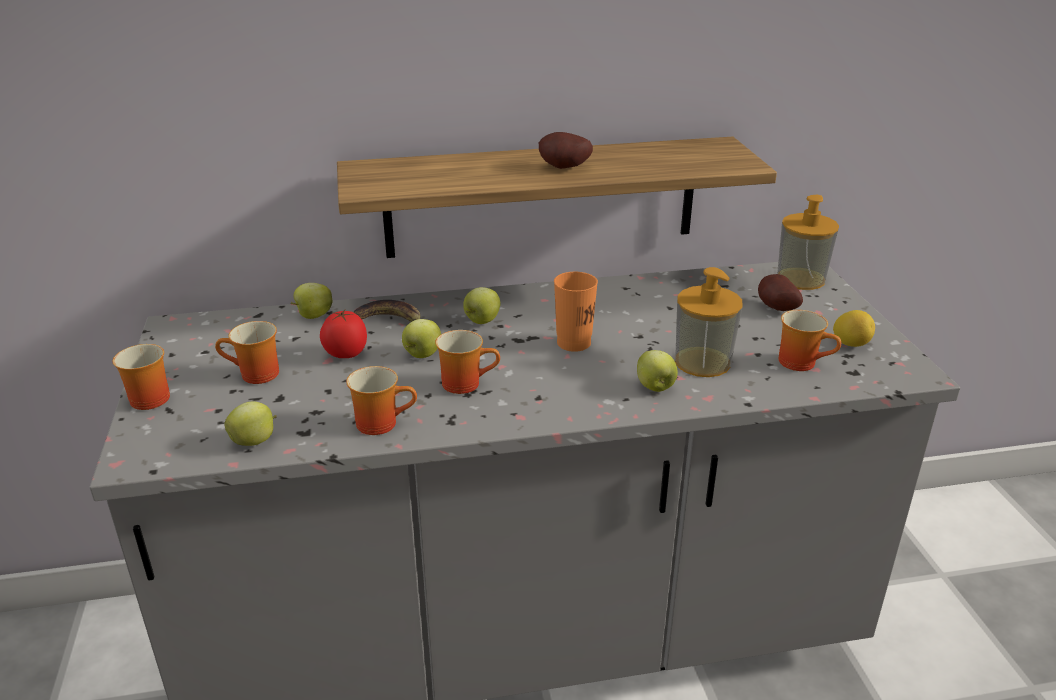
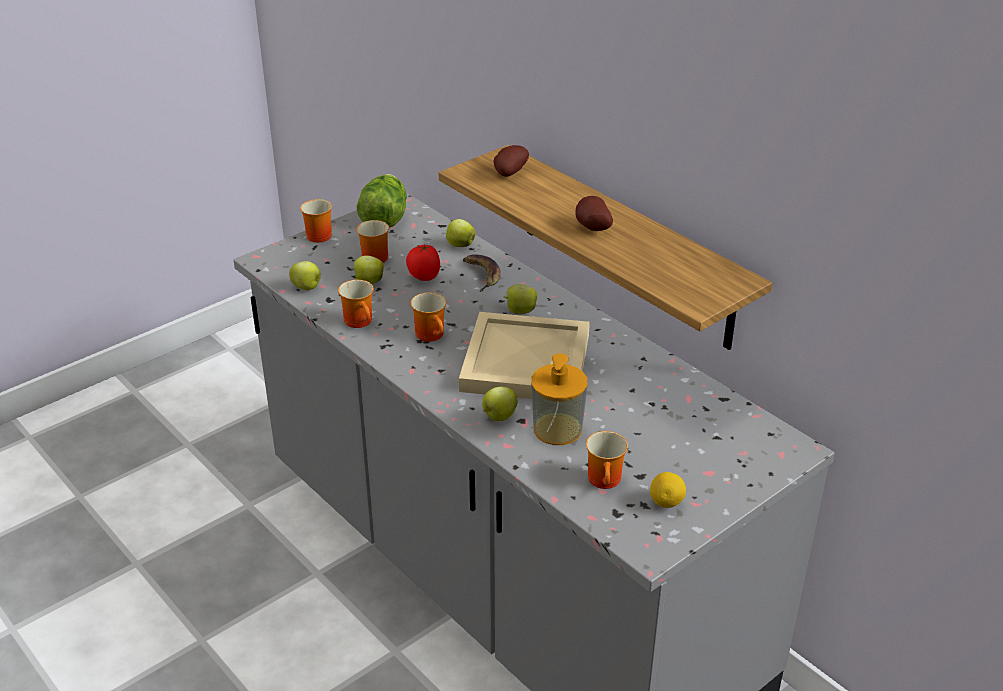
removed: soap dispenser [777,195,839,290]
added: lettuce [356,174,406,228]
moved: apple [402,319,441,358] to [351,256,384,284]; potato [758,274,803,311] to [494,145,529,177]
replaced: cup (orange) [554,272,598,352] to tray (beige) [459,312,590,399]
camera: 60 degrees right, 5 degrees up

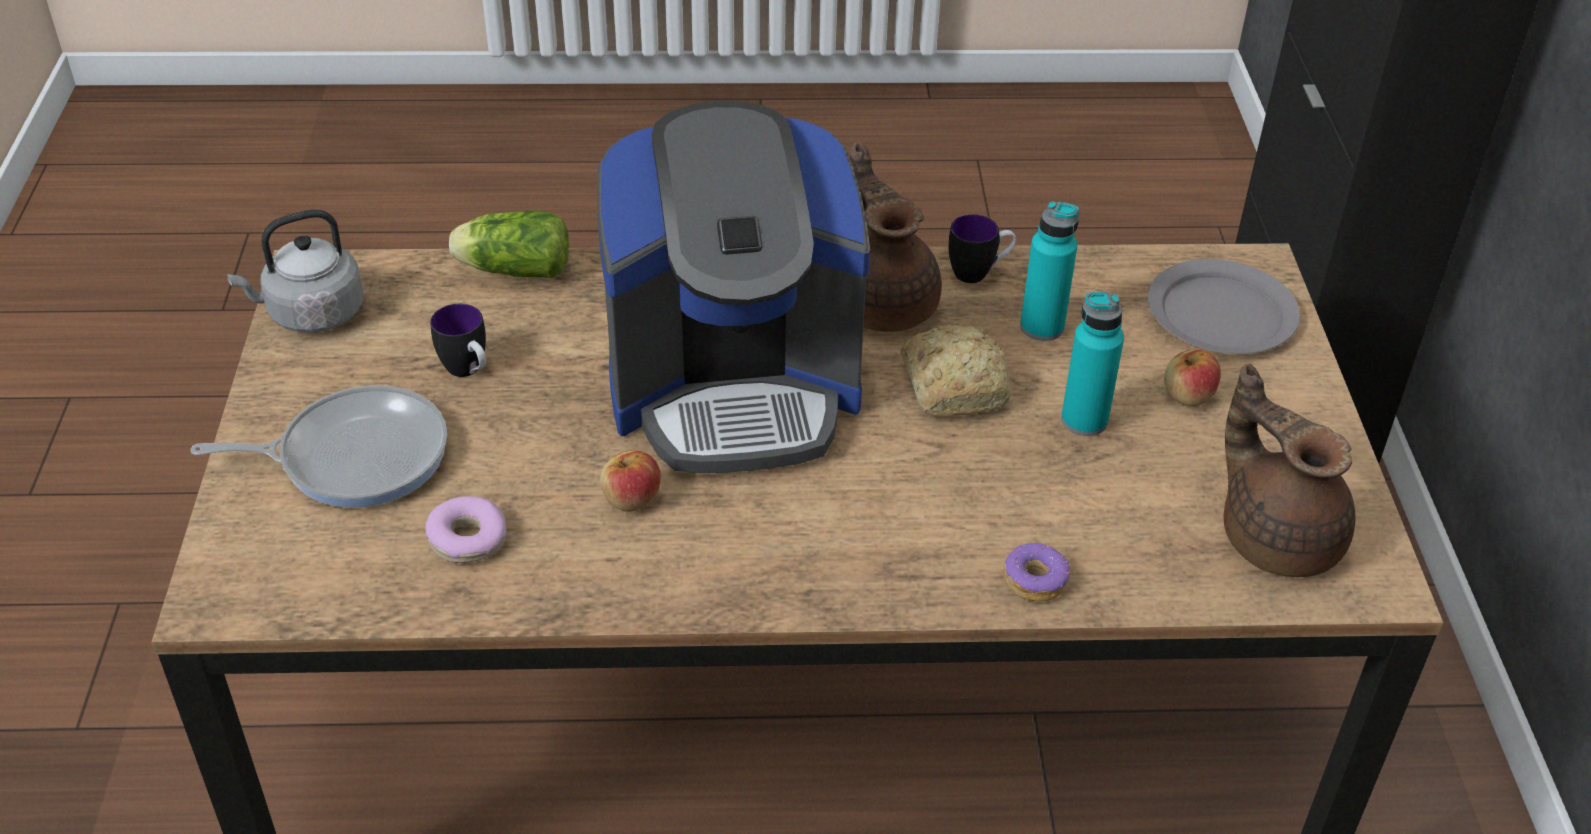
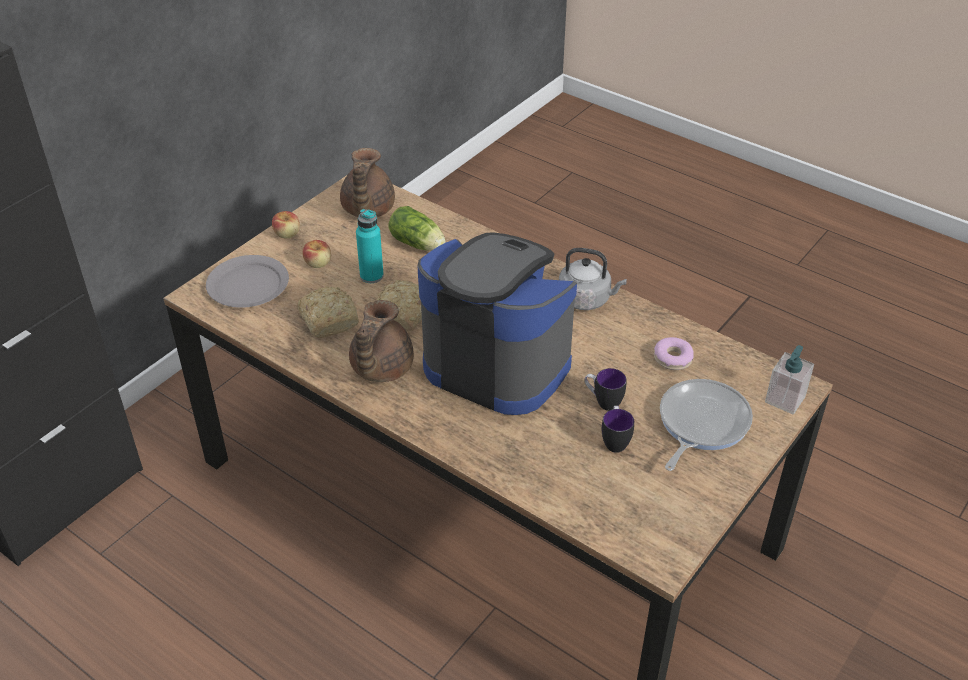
removed: donut [1004,543,1070,601]
added: soap dispenser [765,345,814,415]
moved: kettle (grey) [227,209,364,333] to [559,248,627,310]; lettuce [449,210,569,278] to [389,206,445,251]; apple [600,450,661,512] to [272,211,300,238]; mug [948,214,1016,283] to [584,368,627,411]
replaced: bottle (turquoise) [1020,201,1079,341] to bread [296,286,359,338]
turned: frying pan [190,385,447,508] = [660,379,753,471] 90 degrees clockwise
camera: 140 degrees left, 0 degrees up

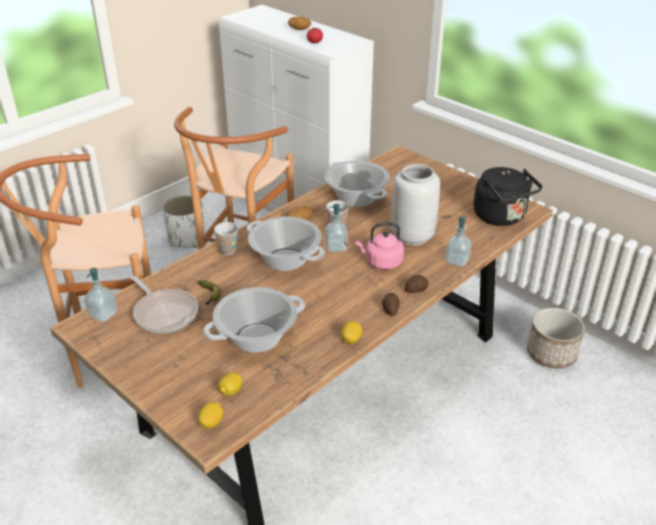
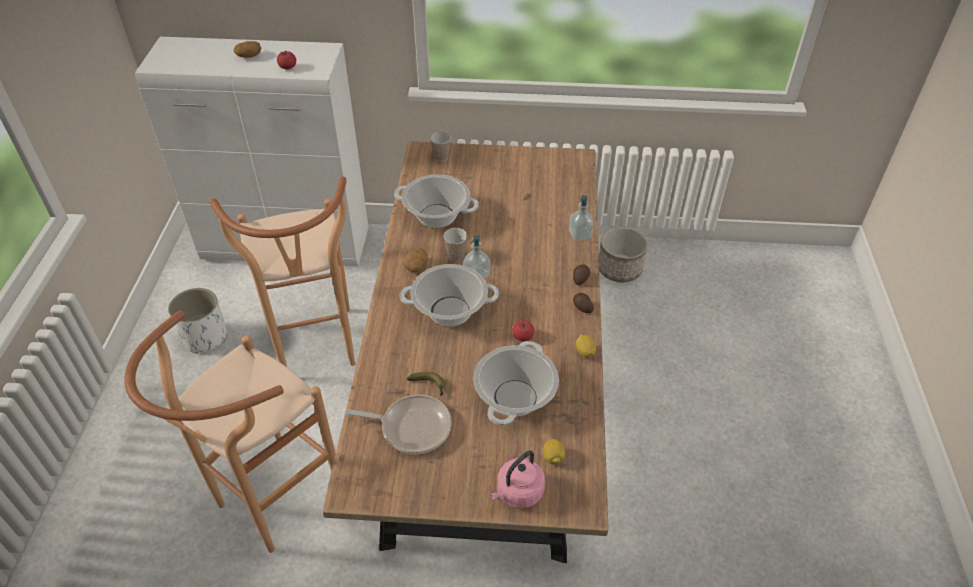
removed: soap dispenser [84,268,118,322]; lemon [198,402,223,429]; vase (grey) [391,164,440,246]; kettle (black) [473,167,542,226]
added: tomato [512,320,535,341]
moved: cup [214,222,238,256] to [430,131,451,161]; kettle (pink) [355,222,404,270] to [490,450,545,508]
camera: 40 degrees left, 10 degrees up

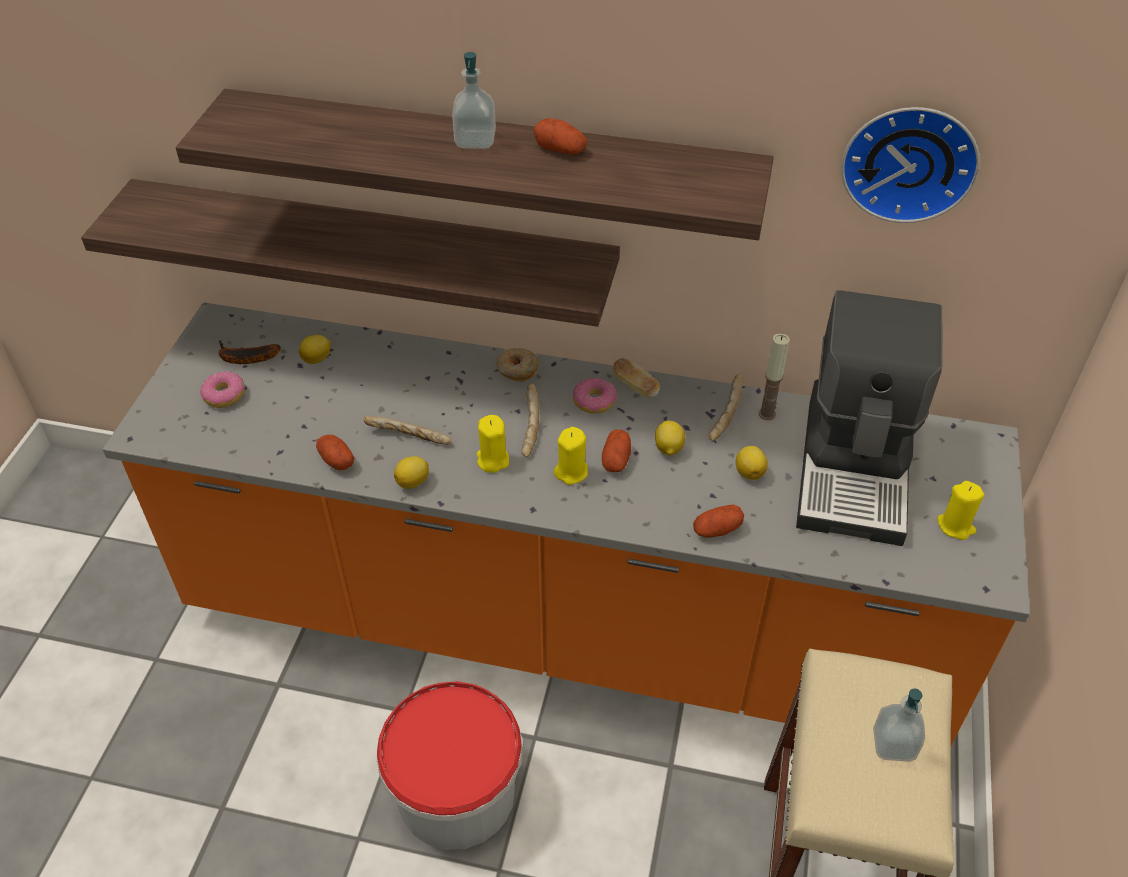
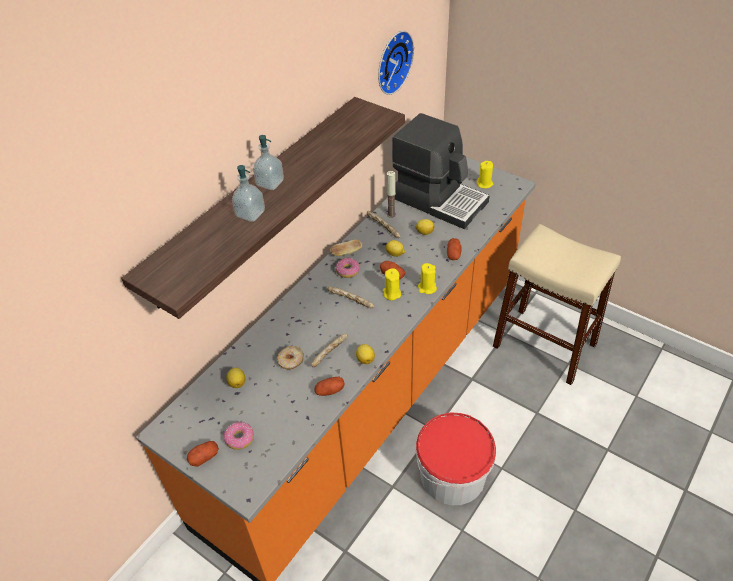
removed: shelf [81,179,620,327]; banana [219,341,281,364]
moved: candle (yellow) [477,415,509,473] to [418,263,437,294]; donut [497,348,539,382] to [277,346,304,369]; potato [534,118,587,155] to [187,441,219,467]; soap dispenser [873,689,925,762] to [232,165,265,222]
camera: 65 degrees left, 0 degrees up

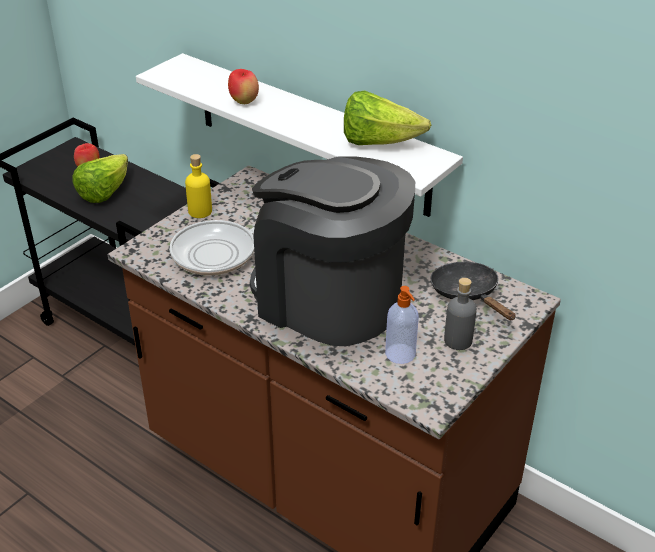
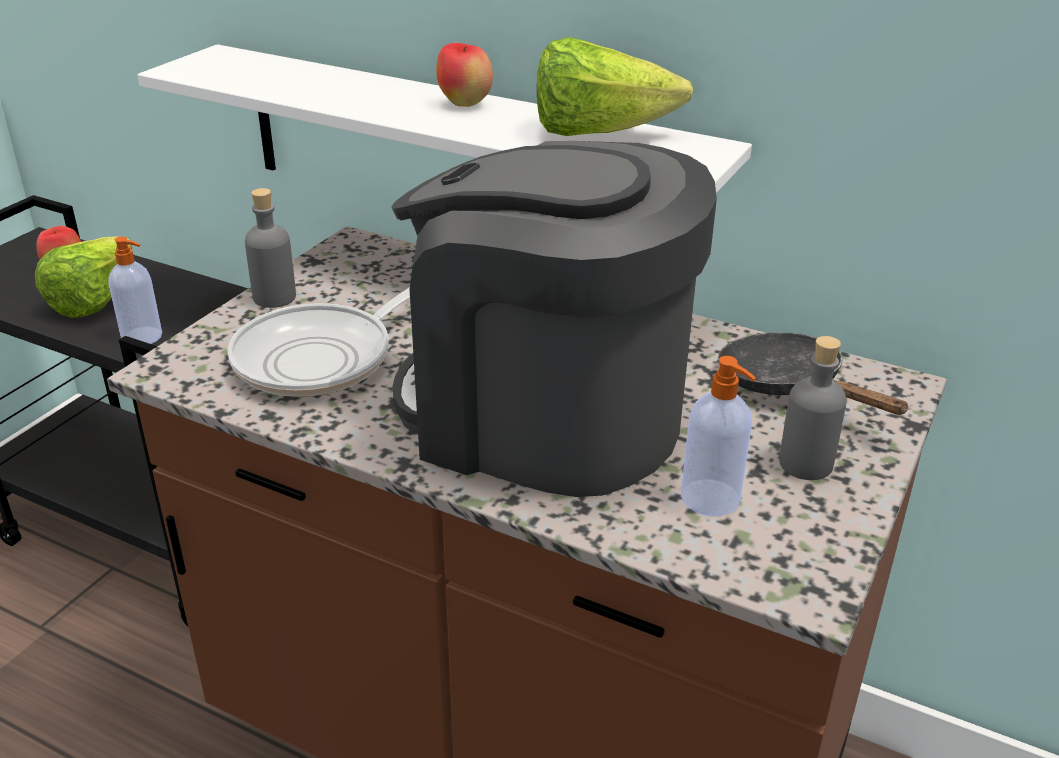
added: soap dispenser [108,237,162,344]
moved: apple [228,69,259,104] to [436,43,493,107]
recoloured: bottle (yellow) [185,154,212,218] to bottle (grey) [245,188,296,308]
camera: 10 degrees left, 5 degrees down

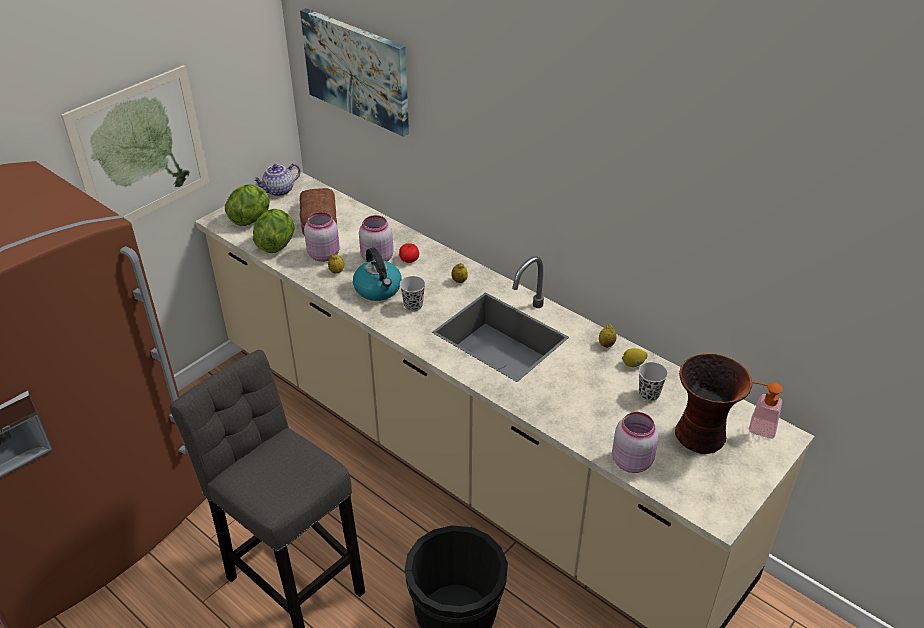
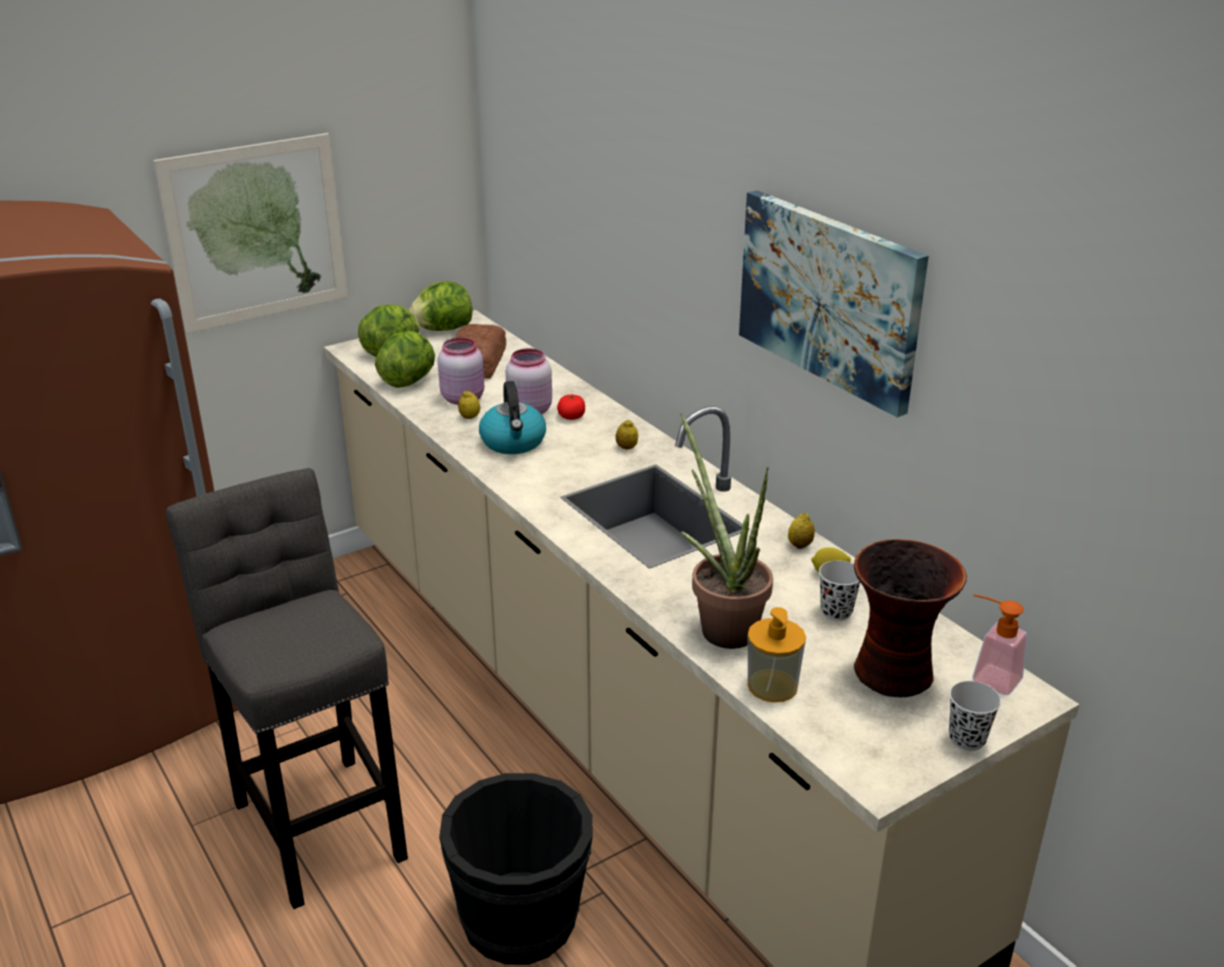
added: potted plant [680,413,773,649]
moved: picture [300,8,409,137] to [739,190,929,417]; cup (black) [400,276,425,312] to [949,681,1001,751]
replaced: teapot [253,163,301,196] to lettuce [409,281,472,331]; jar (pink) [612,412,659,473] to soap dispenser [748,607,806,702]
camera: 15 degrees right, 10 degrees down

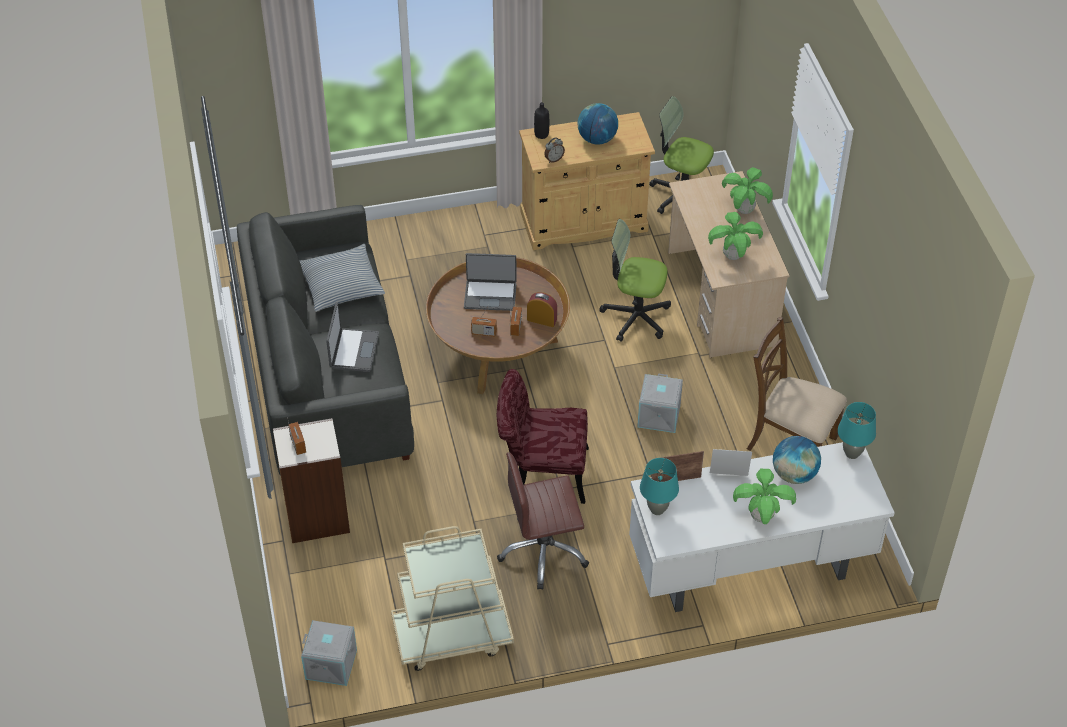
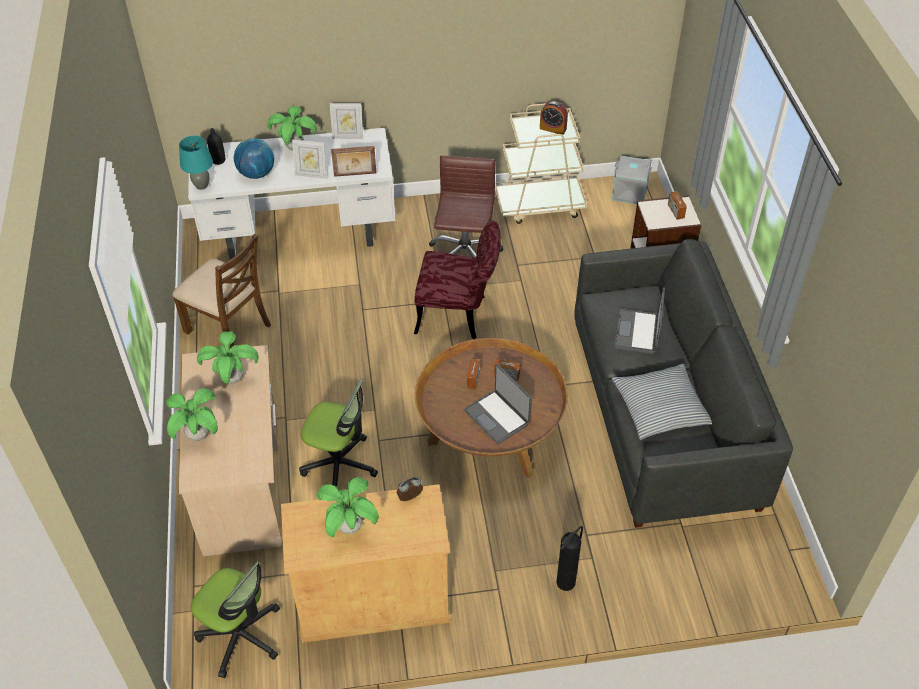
removed: storage box (grey) [637,373,683,433]; table lamp (turquoise) [640,458,679,515]
added: picture frame [330,103,363,139]; fire extinguisher [557,526,583,591]
moved: alarm clock [527,292,557,327] to [540,101,568,135]; bottle (black) [534,102,549,139] to [207,128,225,165]
replaced: globe [578,103,618,144] to potted plant [316,477,379,537]
turned: laptop [464,253,517,311] = [464,364,532,444] 135 degrees counterclockwise; office chair (brown) [497,452,589,590] = [429,156,503,257] 75 degrees counterclockwise
camera: 175 degrees left, 0 degrees up

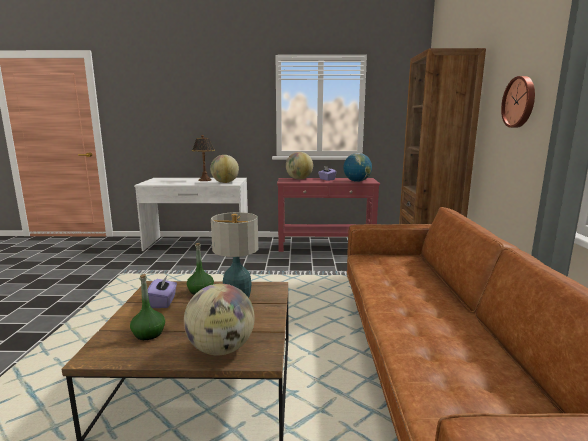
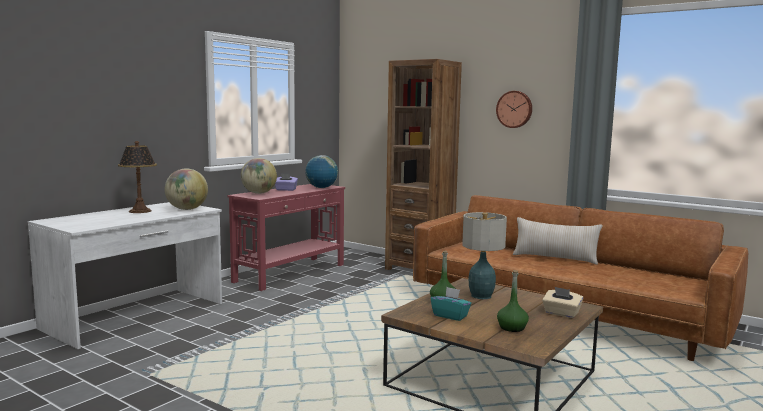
added: pillow (beige) [513,217,602,265]
replaced: globe [184,284,255,355] to tissue box (beige) [542,287,583,318]
recoloured: tissue box (purple) [147,276,177,308] to tissue box (turquoise) [431,287,471,321]
camera: 55 degrees left, 5 degrees down

